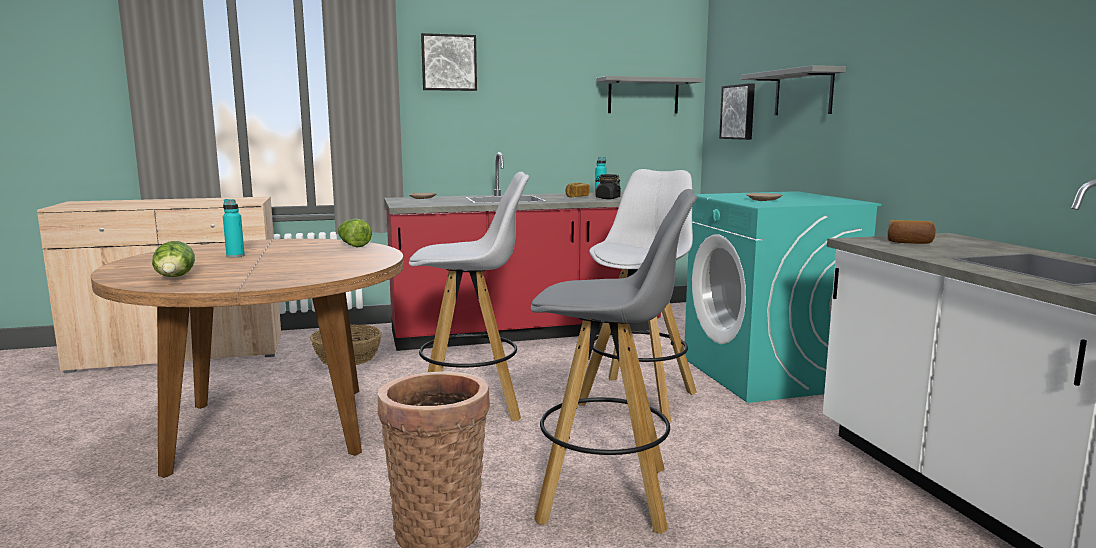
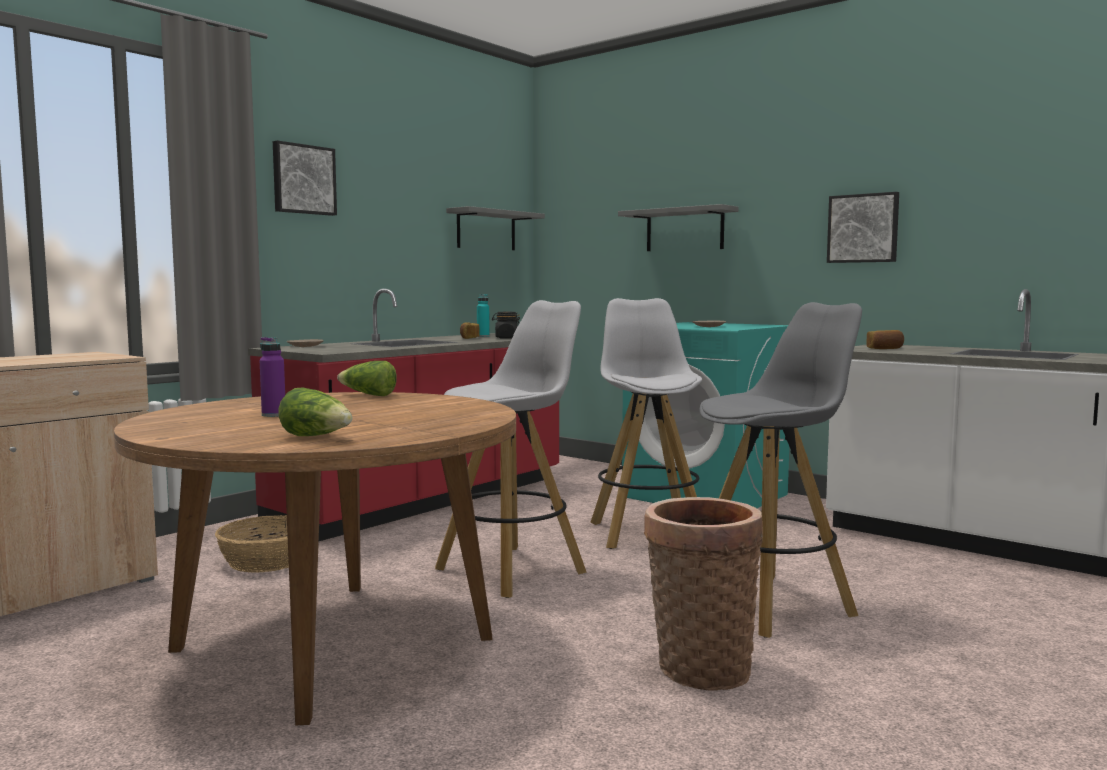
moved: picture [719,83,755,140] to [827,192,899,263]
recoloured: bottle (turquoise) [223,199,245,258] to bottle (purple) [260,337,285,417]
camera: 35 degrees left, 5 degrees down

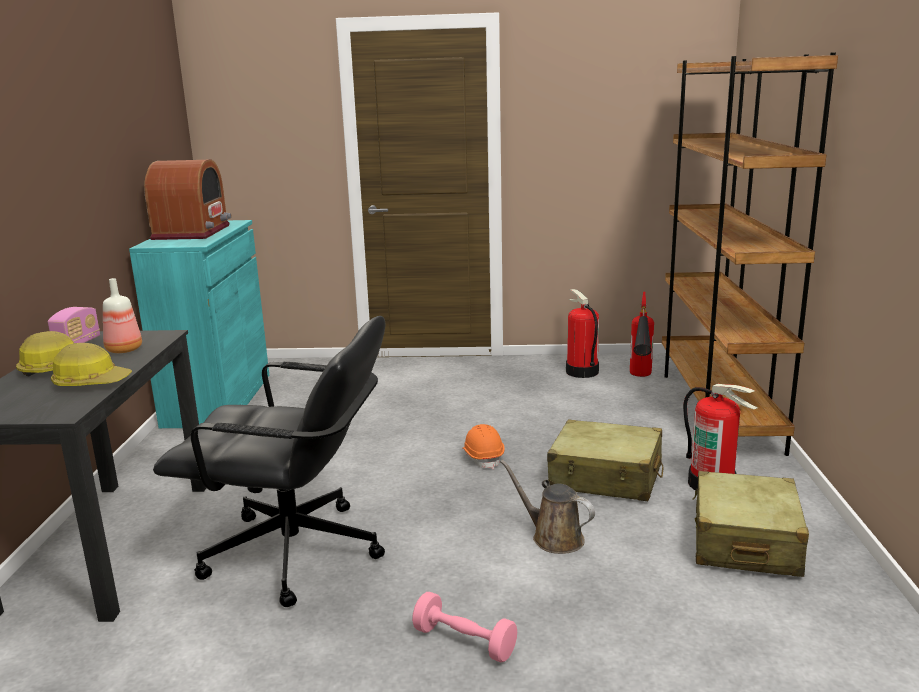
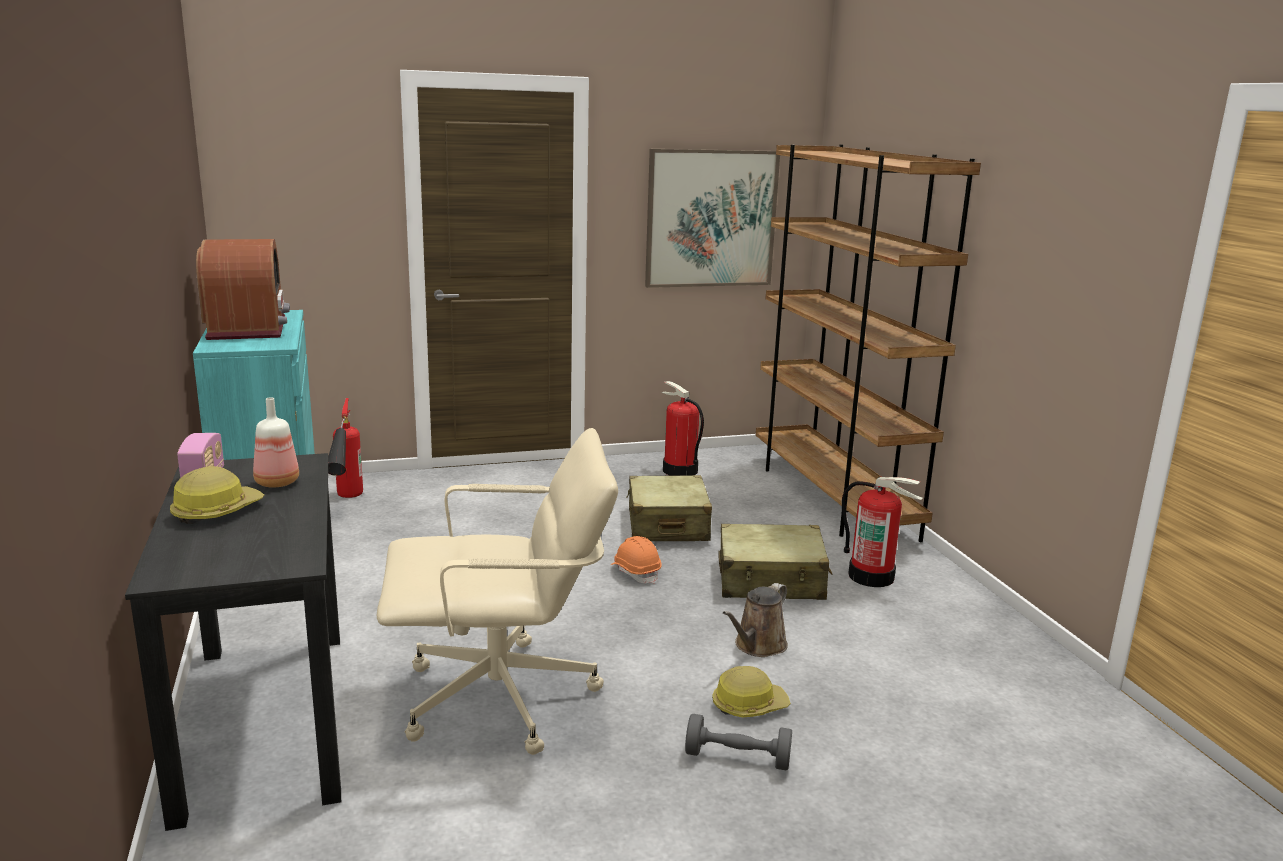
added: picture [645,149,780,288]
moved: hard hat [51,343,132,386] to [712,666,791,718]; fire extinguisher [630,292,654,377] to [328,398,363,498]; suitcase (beige) [692,471,809,577] to [626,475,712,541]
recoloured: office chair (black) [153,316,386,607] to office chair (beige) [377,428,618,755]; dumbbell (pink) [412,592,517,662] to dumbbell (grey) [685,714,792,771]
turned: watering can (brown) [500,460,595,554] = [723,583,788,657] 75 degrees counterclockwise
camera: 20 degrees left, 0 degrees up

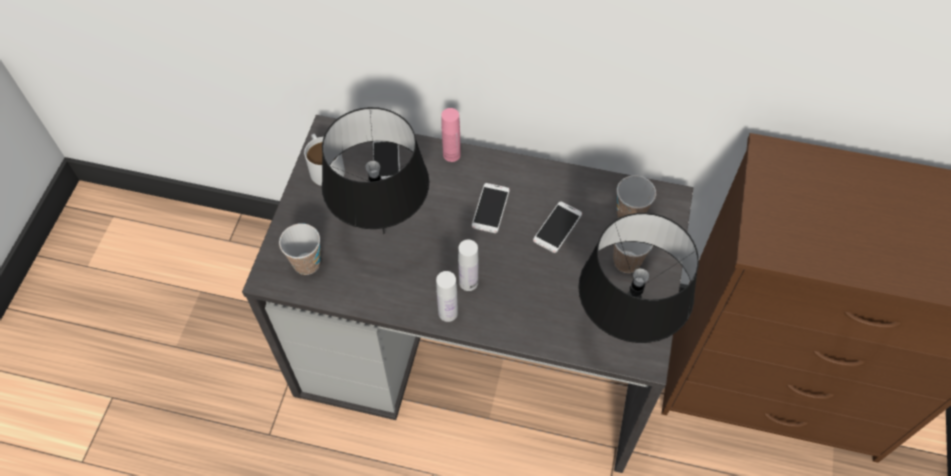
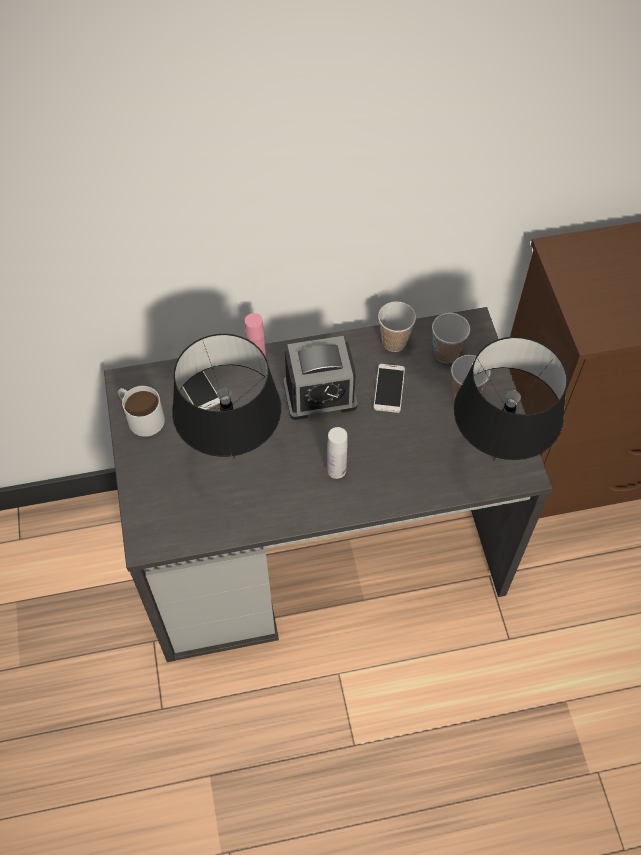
removed: bottle (white) [436,271,458,322]
moved: cup [279,223,321,275] to [378,301,416,352]
replaced: phone [472,183,510,233] to alarm clock [283,336,358,420]
camera: 25 degrees left, 0 degrees up

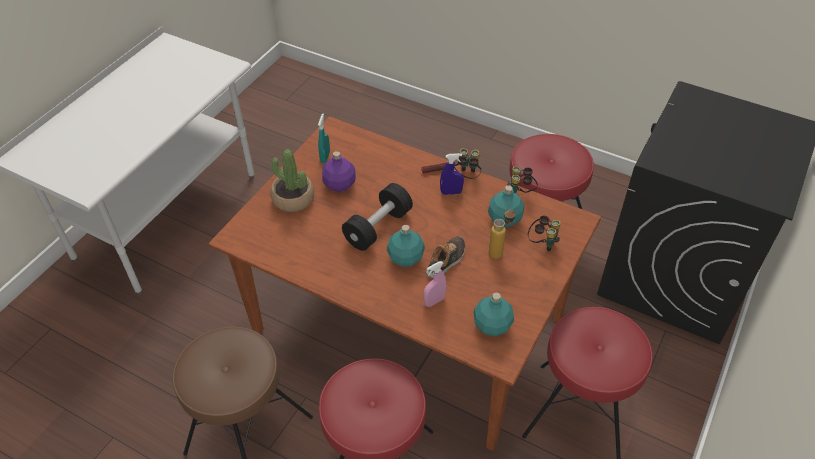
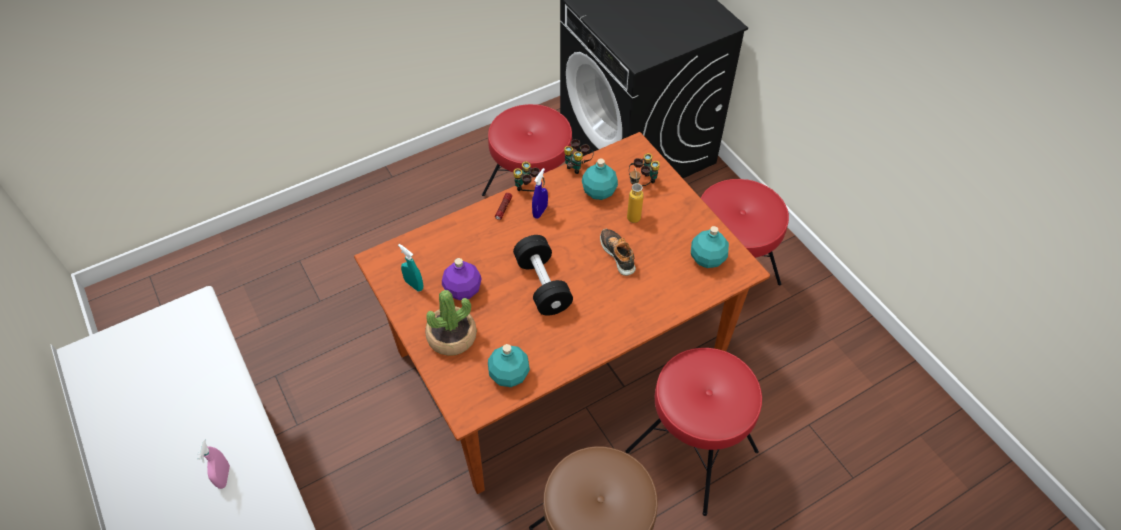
moved: bottle (turquoise) [387,225,425,267] to [488,344,530,387]; spray bottle (pink) [423,261,447,307] to [197,439,230,489]
camera: 60 degrees left, 5 degrees up

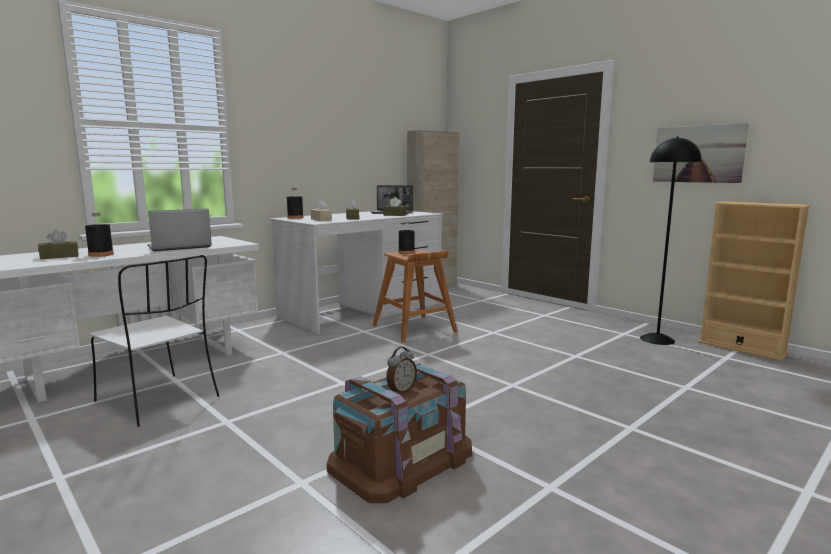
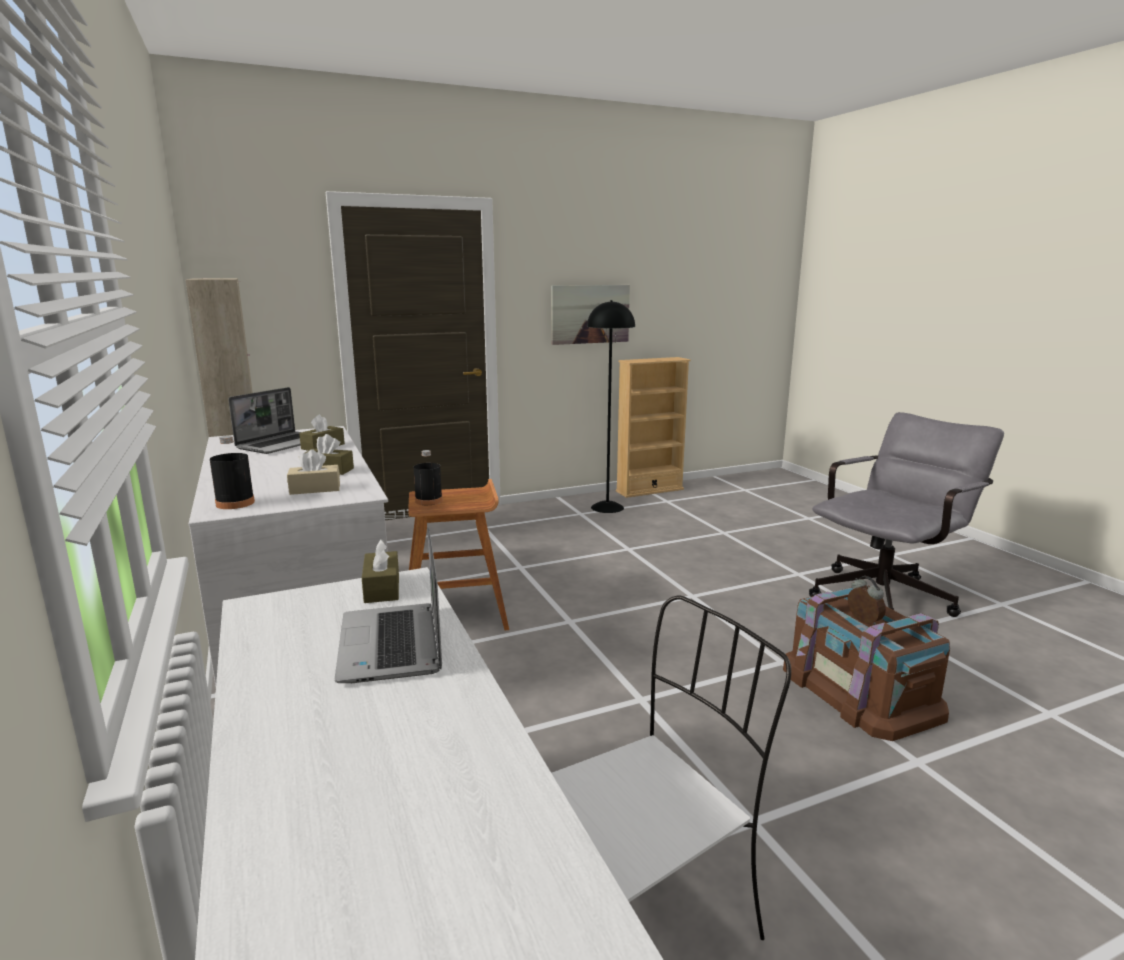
removed: bottle (black) [85,212,114,257]
added: office chair (grey) [809,412,1004,617]
moved: tissue box (brown) [38,230,79,259] to [362,539,399,603]
camera: 70 degrees left, 5 degrees up

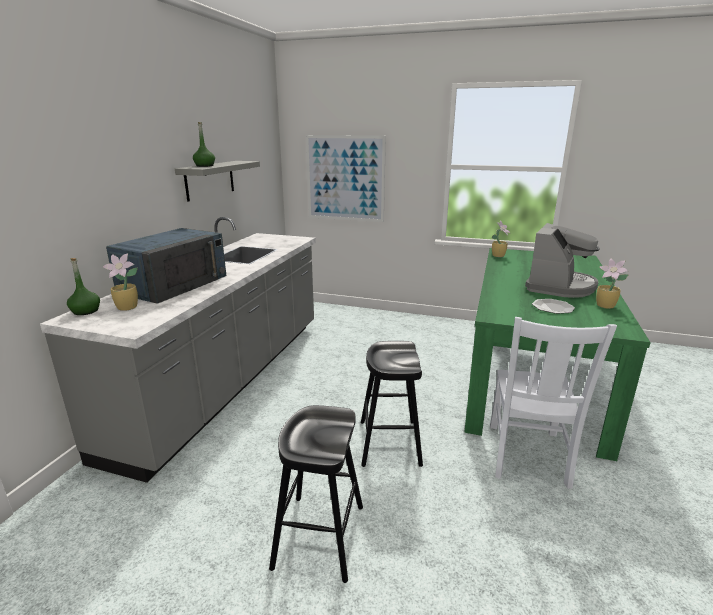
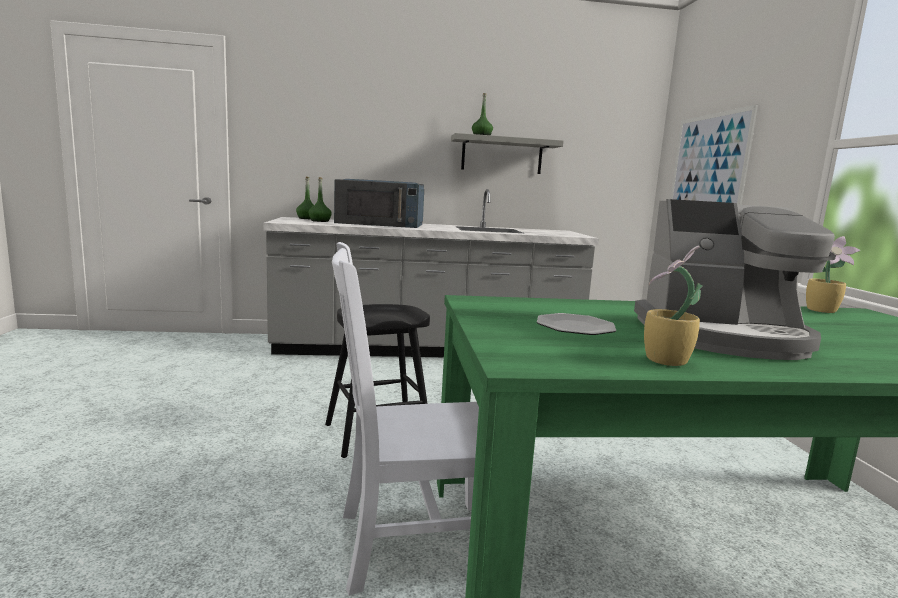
removed: stool (black) [269,405,363,583]
replaced: potted plant [103,253,138,311] to bottle (green) [309,177,332,222]
camera: 65 degrees right, 10 degrees down

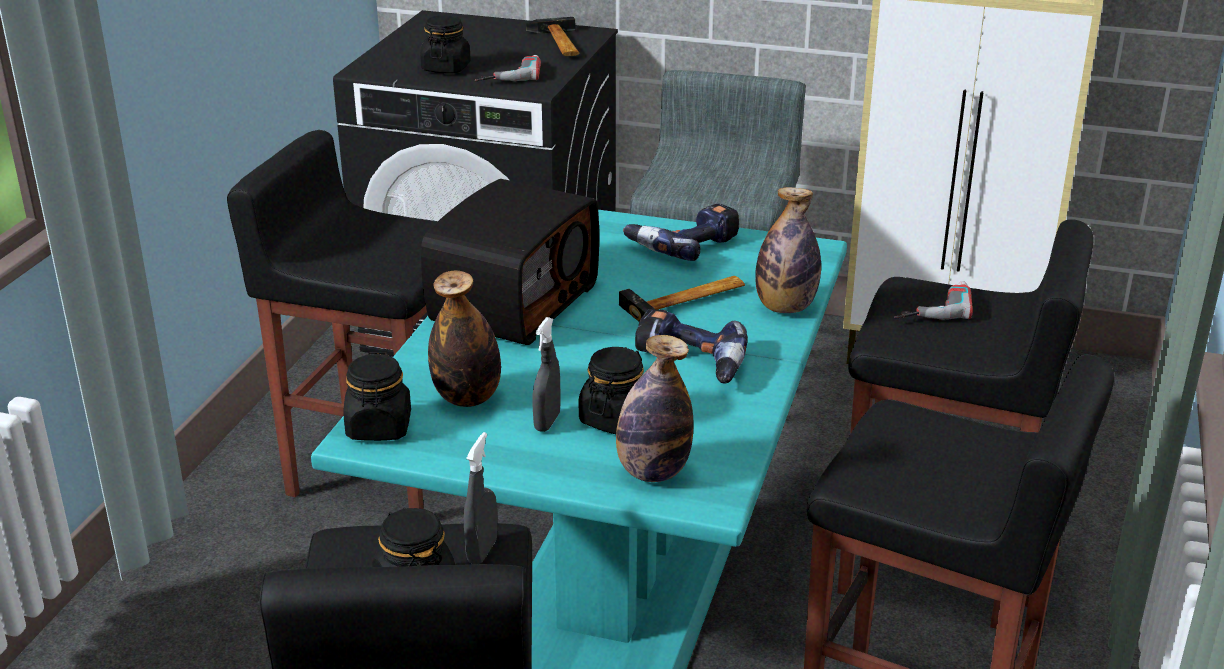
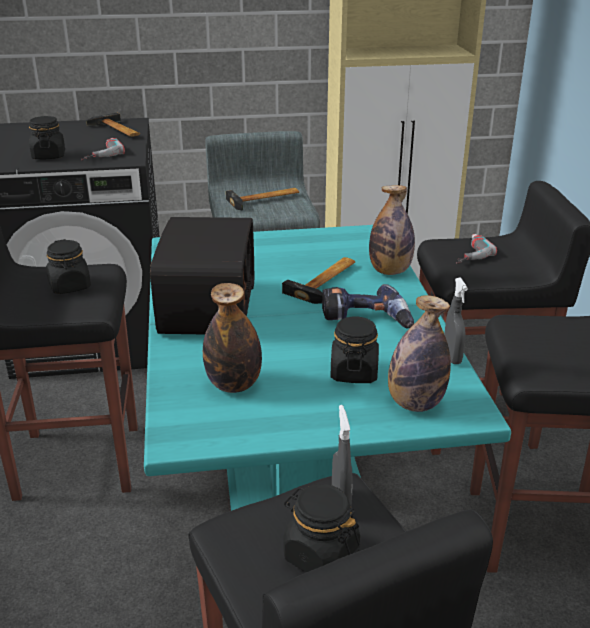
removed: power drill [623,204,739,261]
added: hammer [226,188,299,210]
moved: jar (black) [344,352,411,441] to [46,239,91,294]; spray bottle (grey) [533,317,561,432] to [444,277,468,364]
camera: 25 degrees left, 0 degrees up

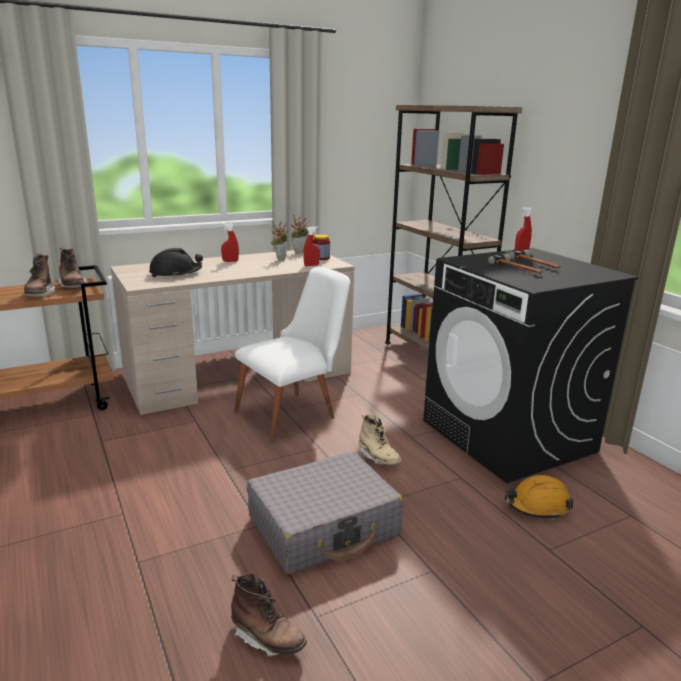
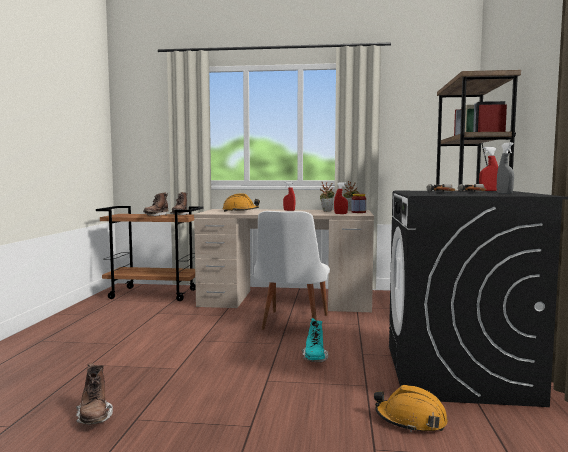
removed: suitcase (grey) [247,451,403,574]
added: spray bottle (grey) [497,142,514,194]
recoloured: hard hat (black) [149,248,203,277] to hard hat (orange) [223,193,260,212]; boot (beige) [358,413,401,465] to boot (turquoise) [302,318,328,362]
turned: chair (white) [234,267,350,442] = [254,211,330,330] 105 degrees clockwise
camera: 35 degrees right, 15 degrees down

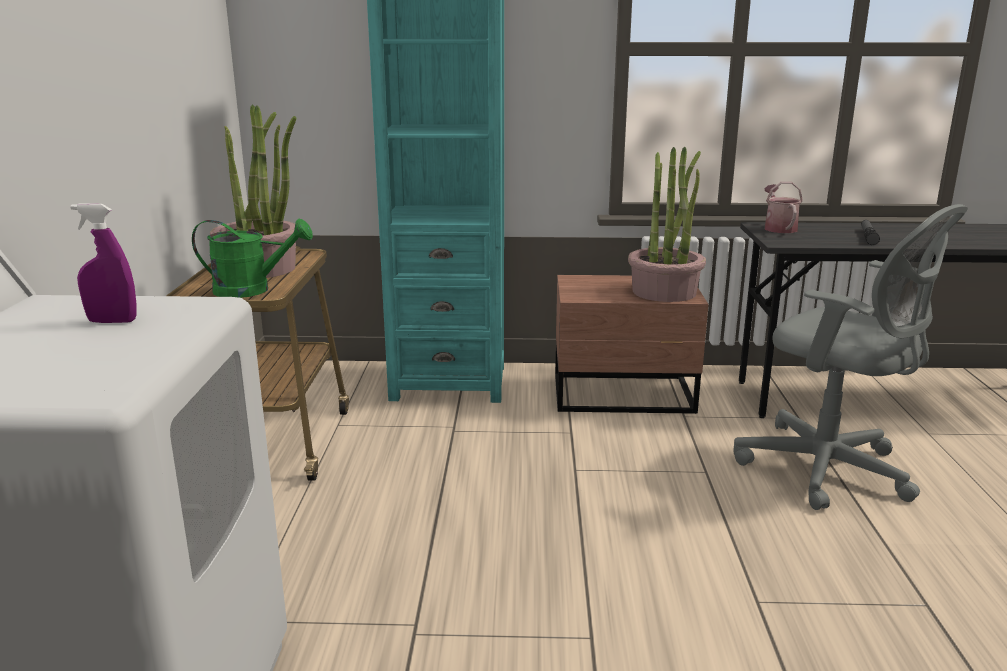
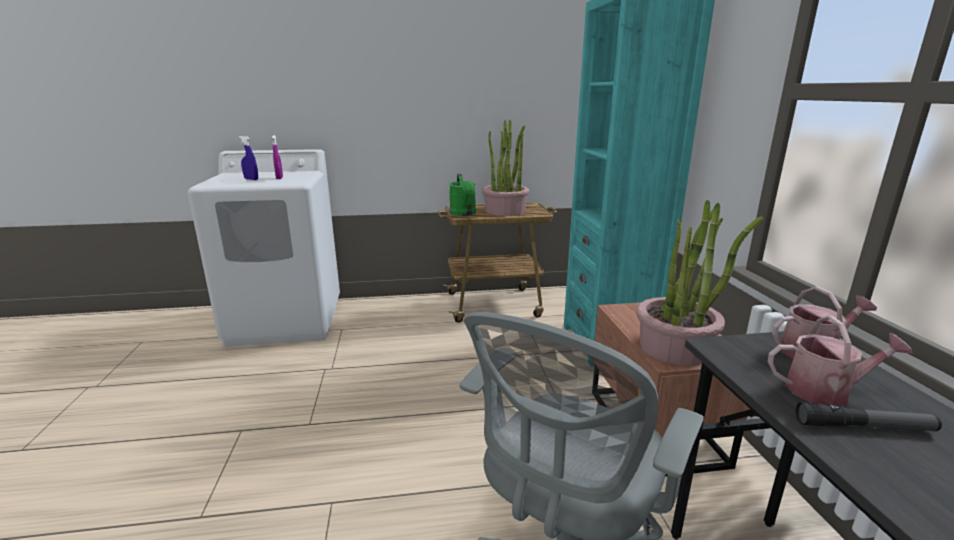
added: spray bottle (blue) [239,136,258,180]; watering can [768,316,913,406]
camera: 80 degrees right, 0 degrees up

